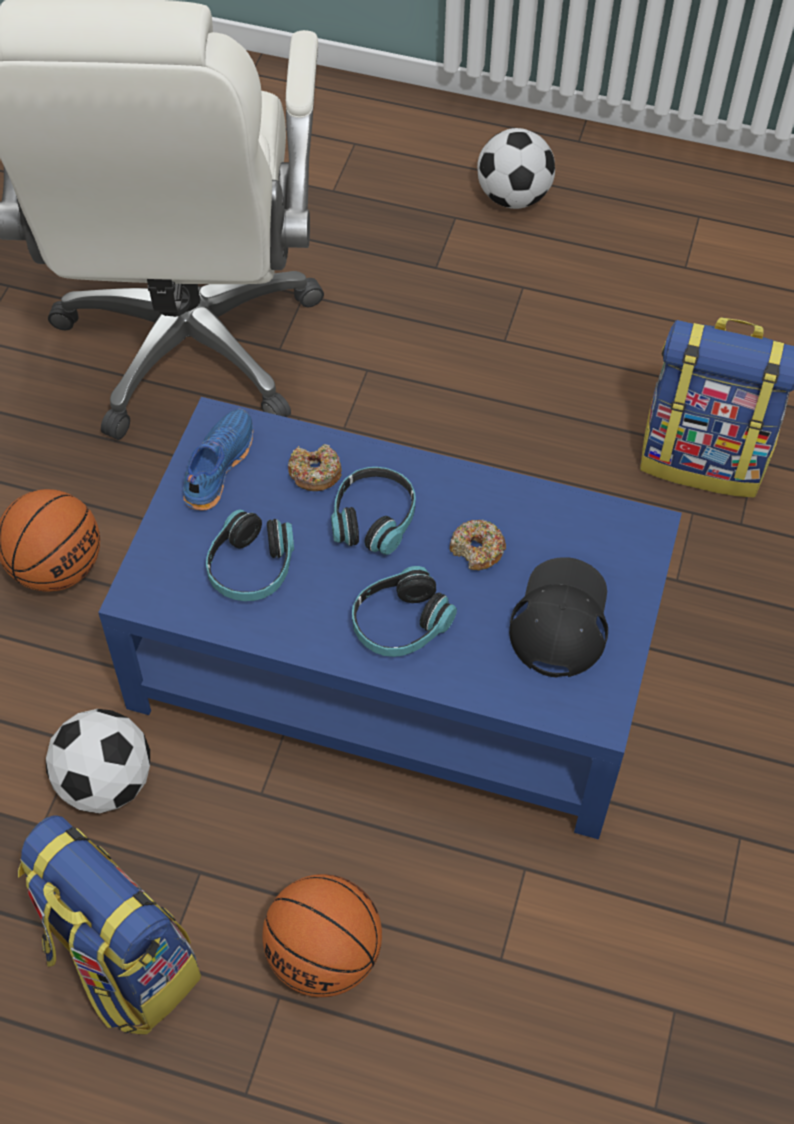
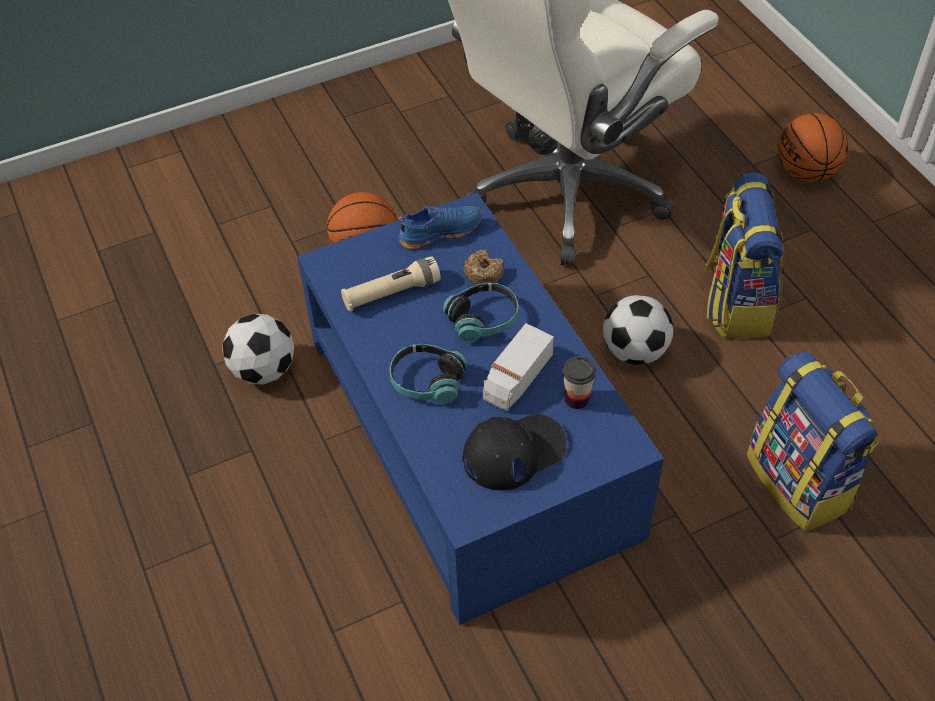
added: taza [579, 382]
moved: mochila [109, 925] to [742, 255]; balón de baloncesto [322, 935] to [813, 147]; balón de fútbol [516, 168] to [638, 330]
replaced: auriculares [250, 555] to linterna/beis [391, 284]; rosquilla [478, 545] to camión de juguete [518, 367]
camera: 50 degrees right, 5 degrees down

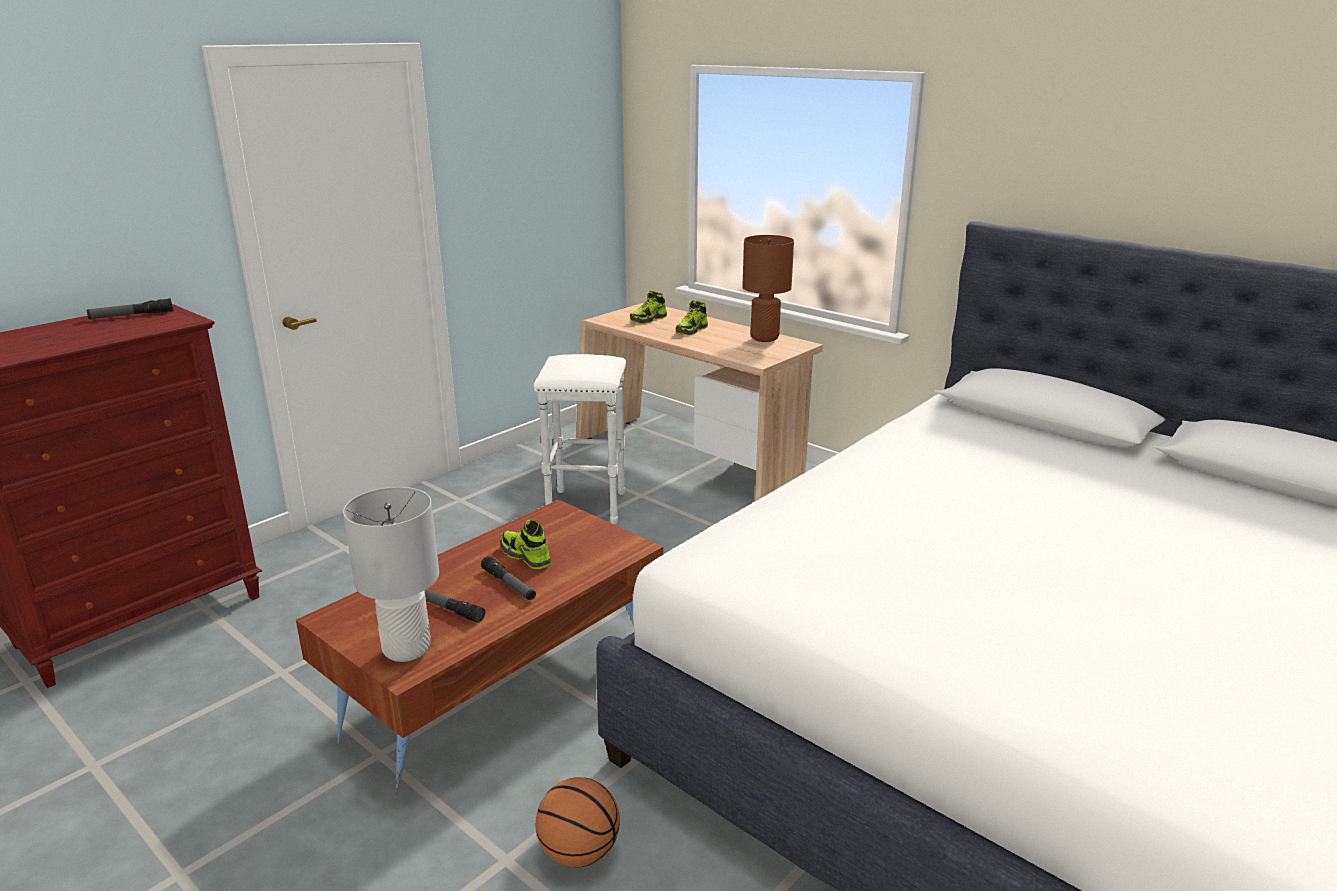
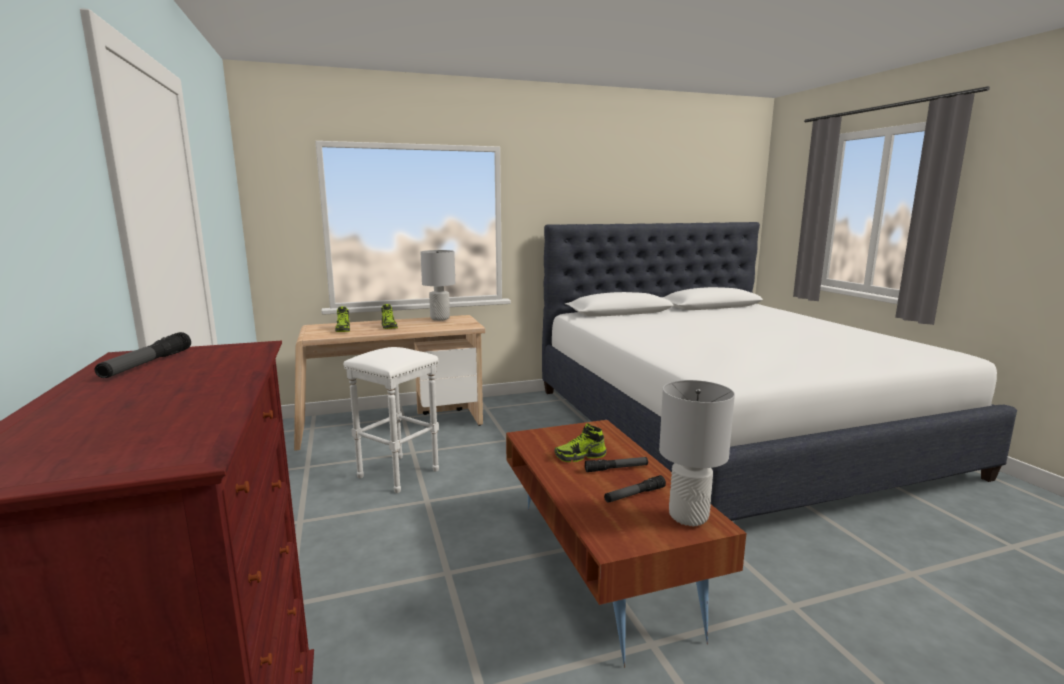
removed: balón de baloncesto [578, 822]
recoloured: lámpara de mesa/marrón [768, 288] to lámpara de mesa/gris [437, 285]
camera: 60 degrees left, 10 degrees down

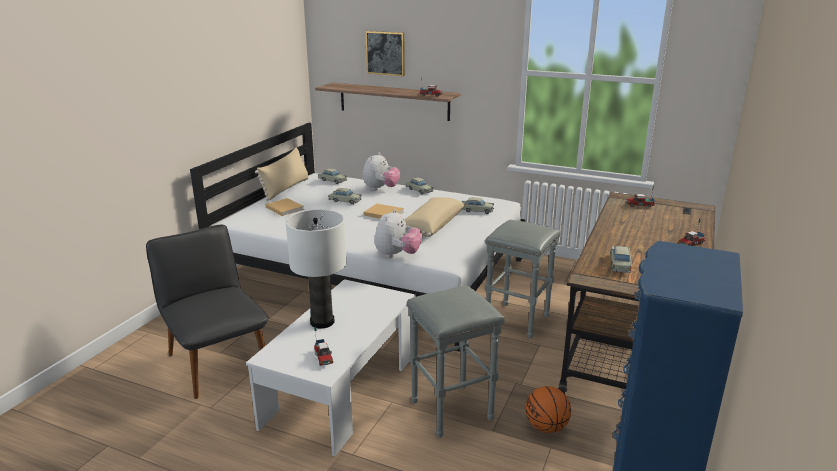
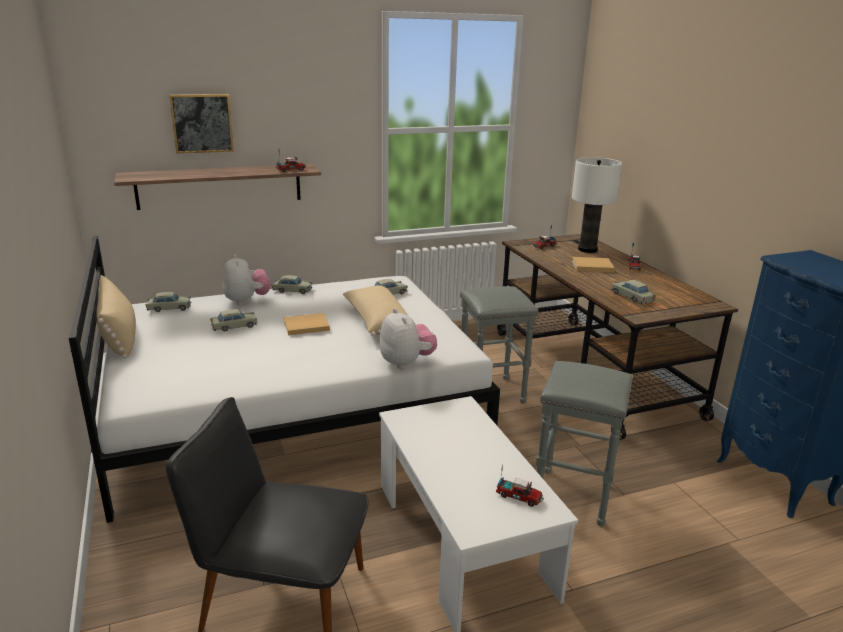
removed: balón de baloncesto [548, 409]
moved: libro/beis [284, 207] to [593, 264]; lámpara de mesa/blanco [316, 269] to [597, 205]
camera: 45 degrees left, 0 degrees up

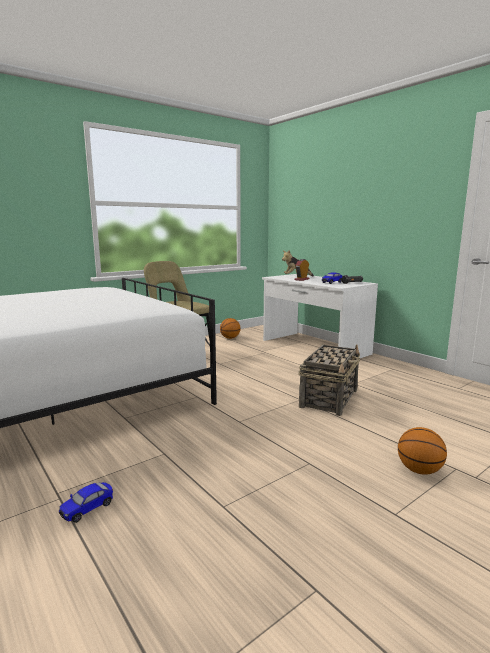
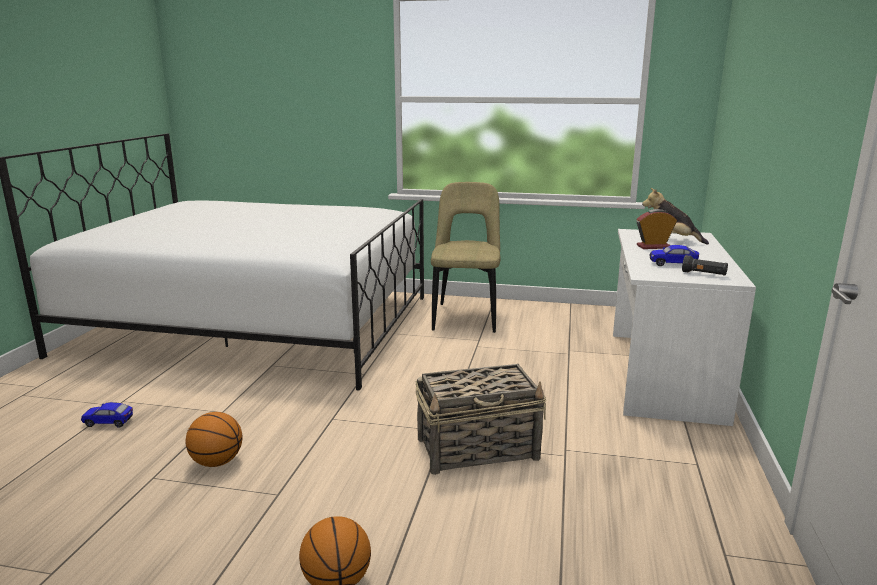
moved: balón de baloncesto [230, 328] to [214, 439]
camera: 50 degrees right, 5 degrees up

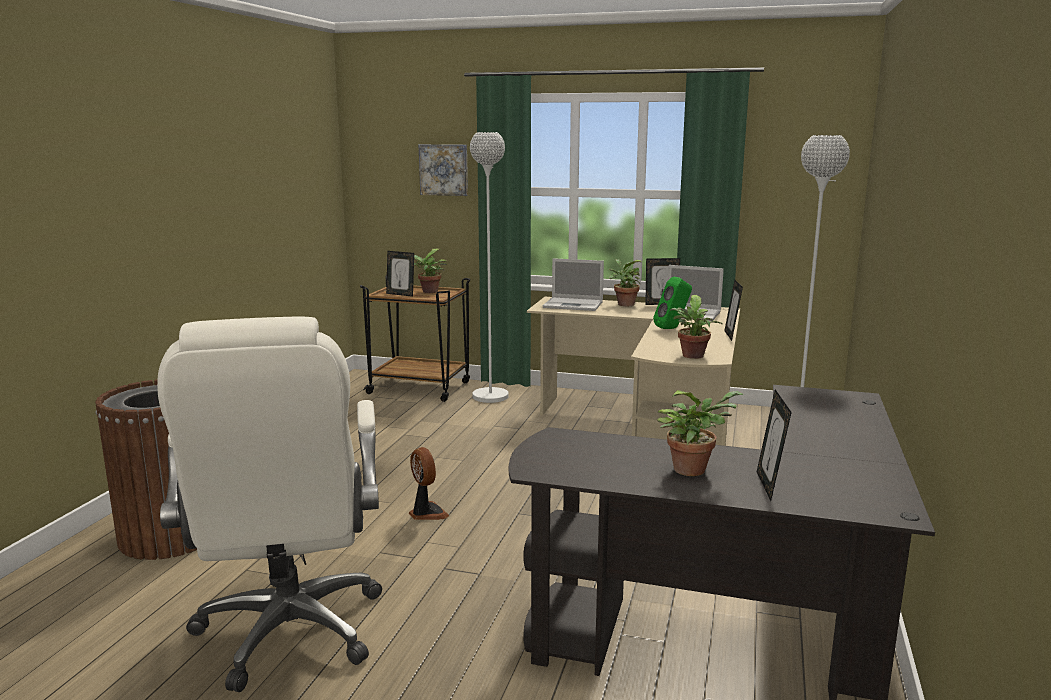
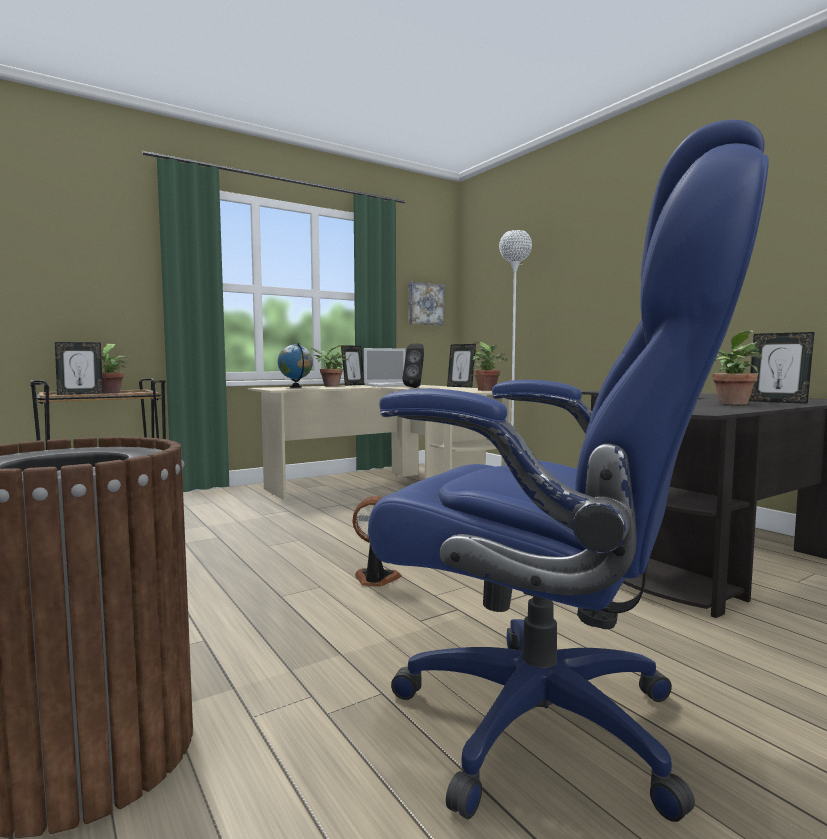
removed: lámpara de pie/blanco [489, 267]
moved: cuadro [443, 170] to [426, 304]
replaced: portátil [573, 284] to globo terráqueo [295, 365]
recoloured: silla de oficina/blanco [269, 504] to silla de oficina/azul [568, 471]; altavoz/verde [672, 303] to altavoz/negro [413, 366]
camera: 50 degrees left, 10 degrees down

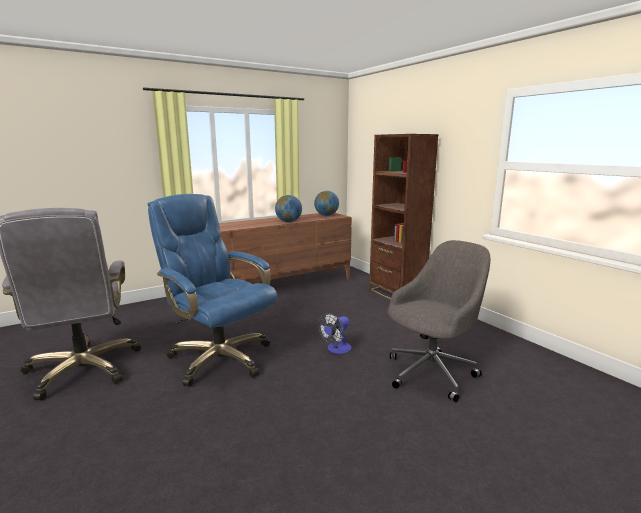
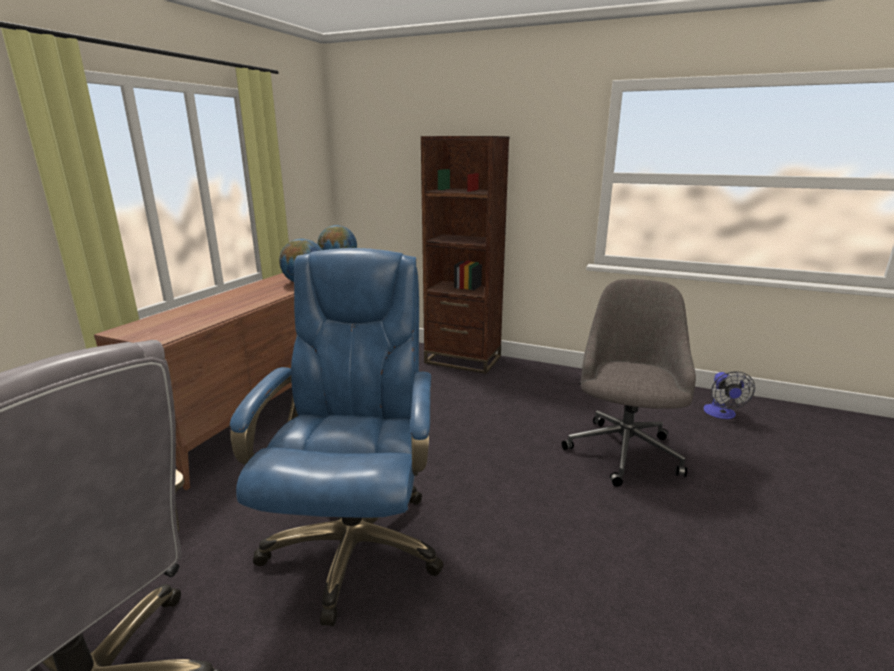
moved: ventilador [334, 333] to [729, 395]
turned: silla de oficina/azul [212, 290] = [337, 437] 90 degrees clockwise
camera: 35 degrees left, 5 degrees up

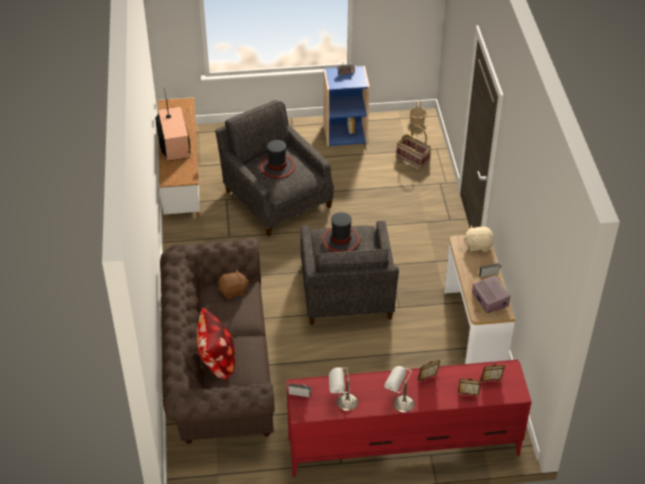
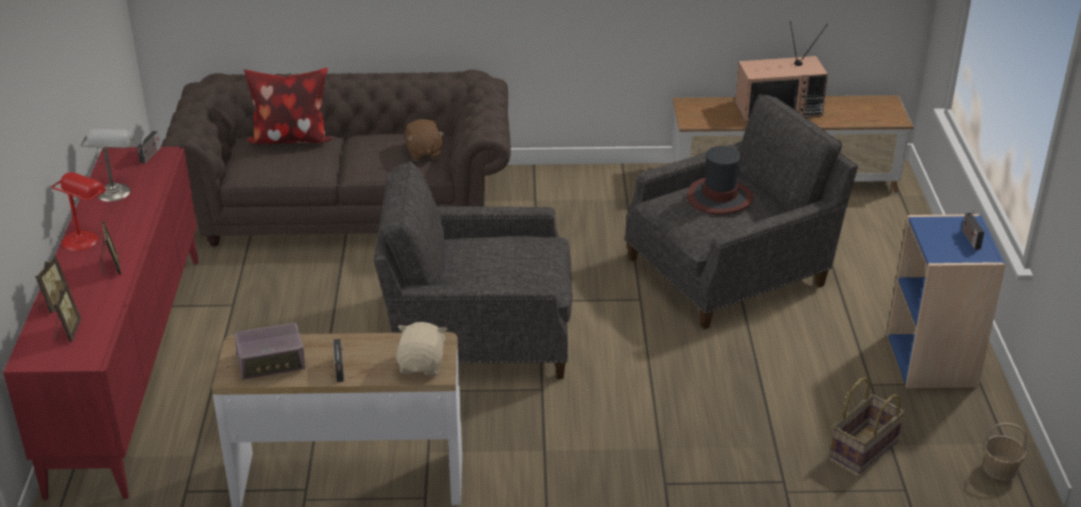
removed: sombrero [341, 232]
recoloured: lámpara de mesa/blanco [399, 389] to lámpara de mesa/rojo [78, 211]
camera: 95 degrees right, 10 degrees down

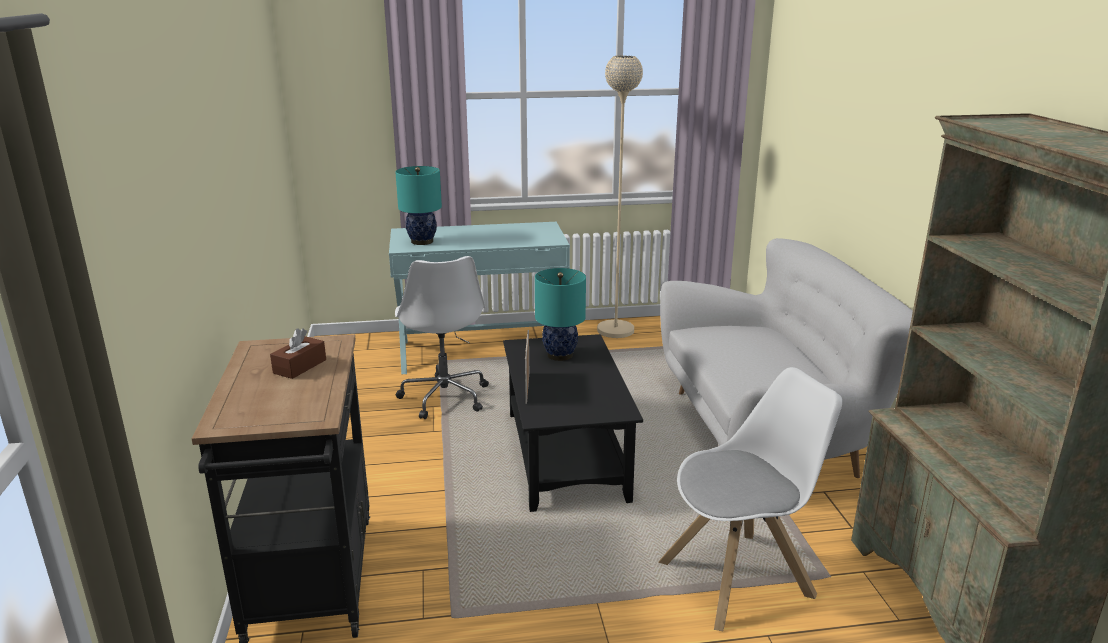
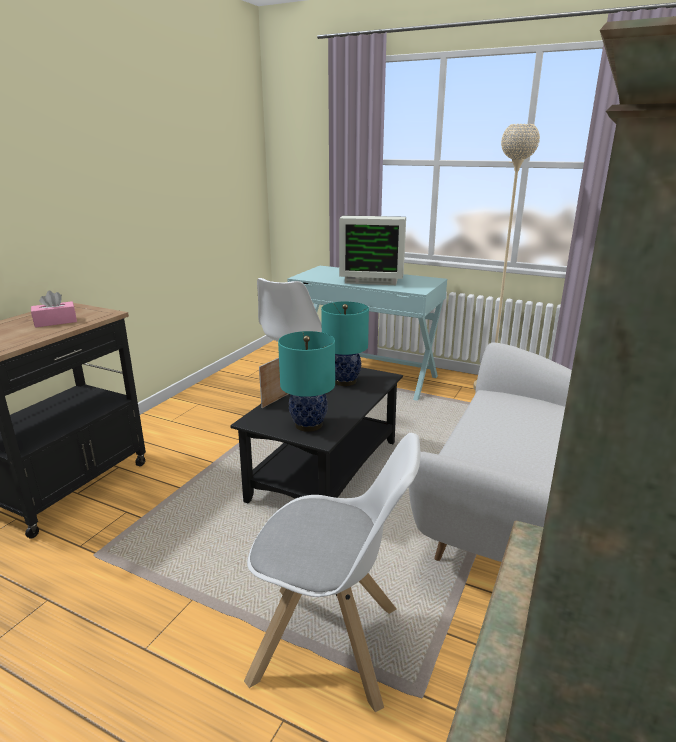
added: monitor [372, 250]
moved: lámpara de mesa/turquesa [418, 205] to [306, 381]
recoloured: caja de pañuelos/marrón [298, 353] to caja de pañuelos/rosa [54, 309]
camera: 35 degrees right, 0 degrees up

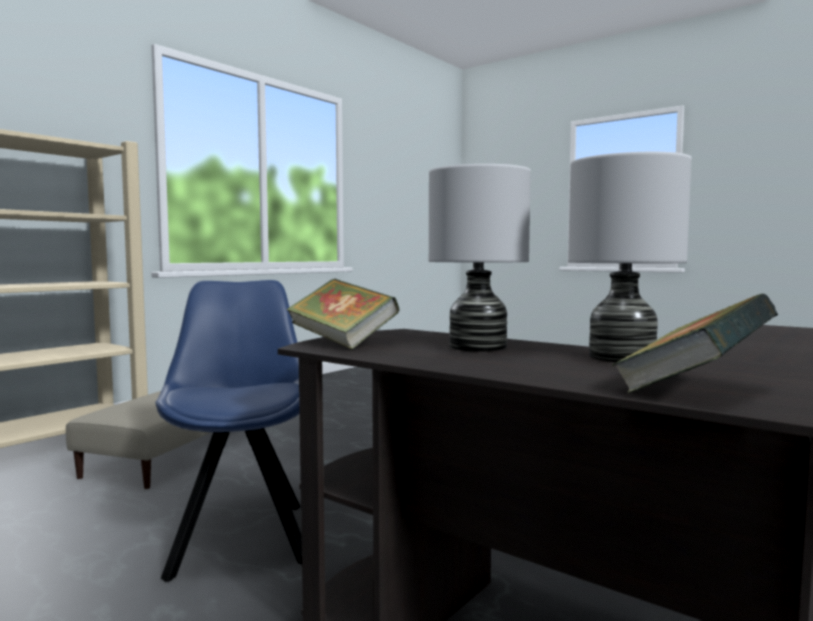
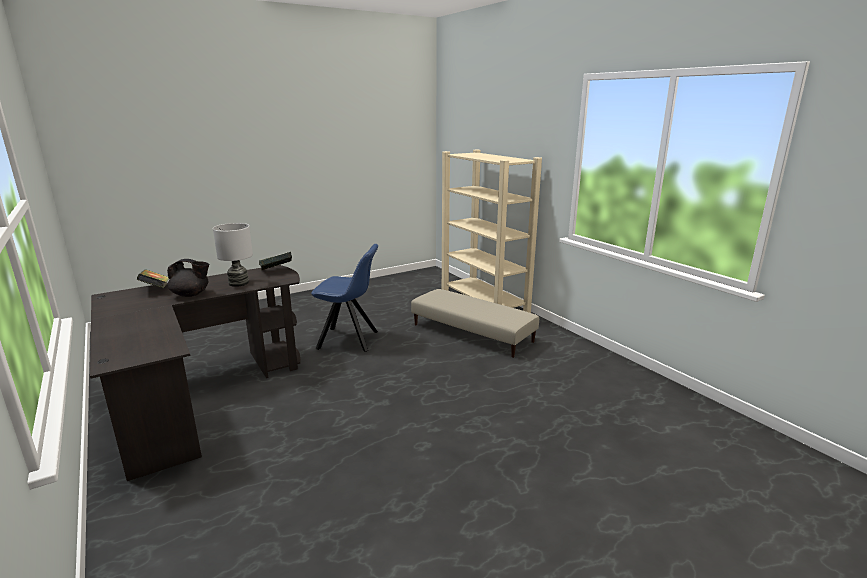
replaced: lámpara de mesa/gris [630, 257] to tetera/negro [188, 278]
camera: 110 degrees right, 15 degrees up

